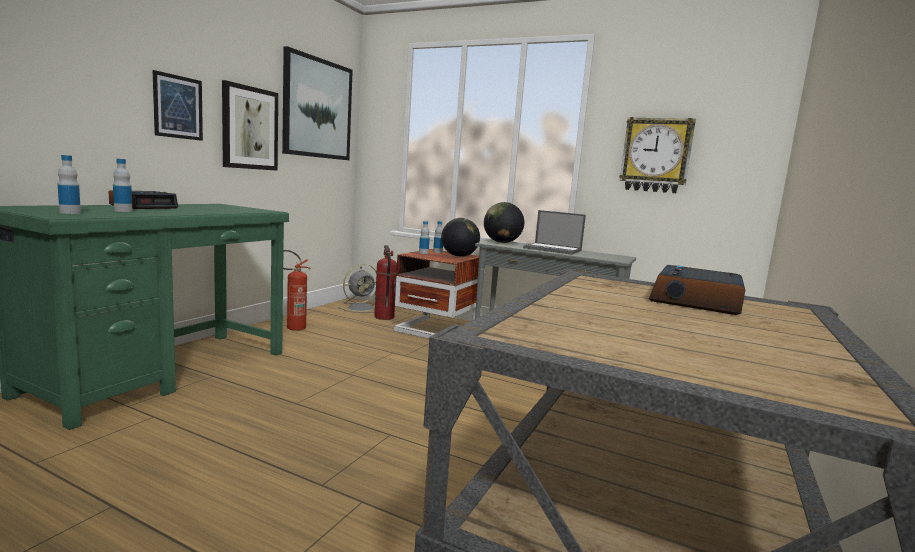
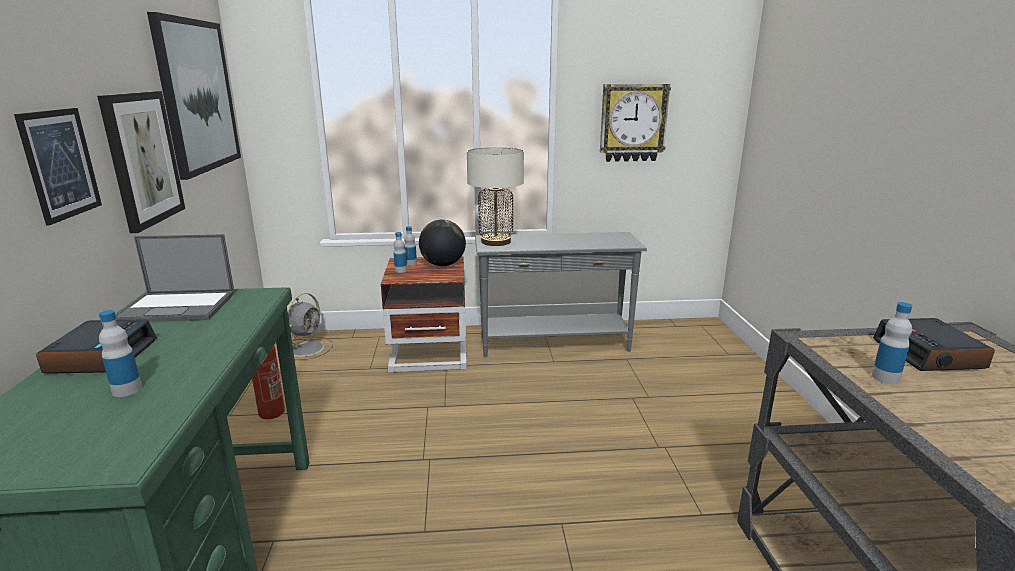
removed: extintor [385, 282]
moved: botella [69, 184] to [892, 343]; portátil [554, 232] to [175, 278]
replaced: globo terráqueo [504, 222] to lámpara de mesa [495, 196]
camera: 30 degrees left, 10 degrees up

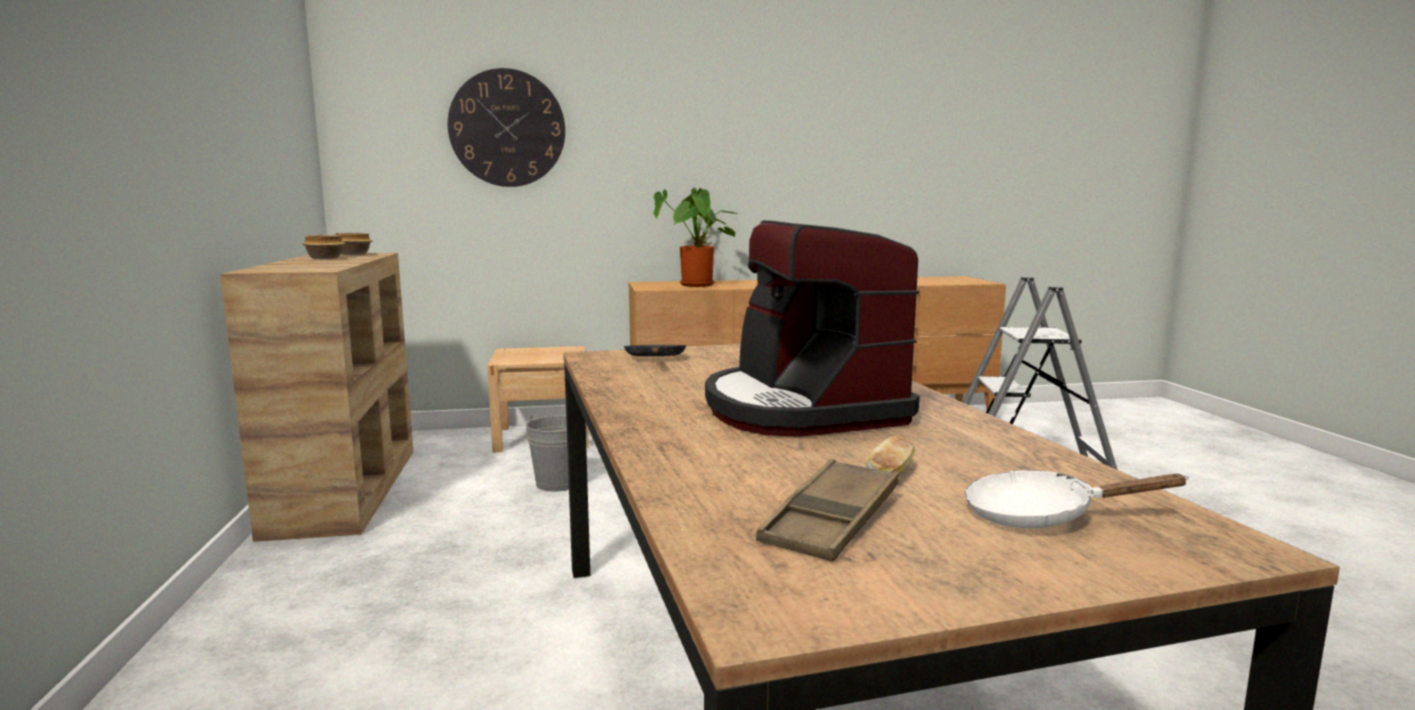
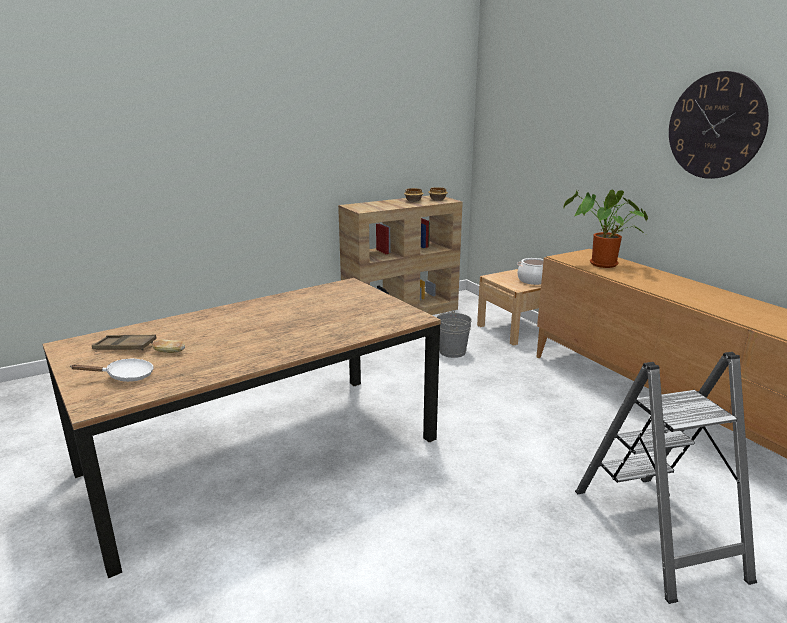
removed: sartén/negro [655, 350]; cafetera [812, 328]
added: olla [530, 271]
moved: reloj de pared [506, 127] to [719, 125]
turned: sartén/blanco [1076, 499] = [112, 370] 90 degrees clockwise
camera: 70 degrees right, 10 degrees up

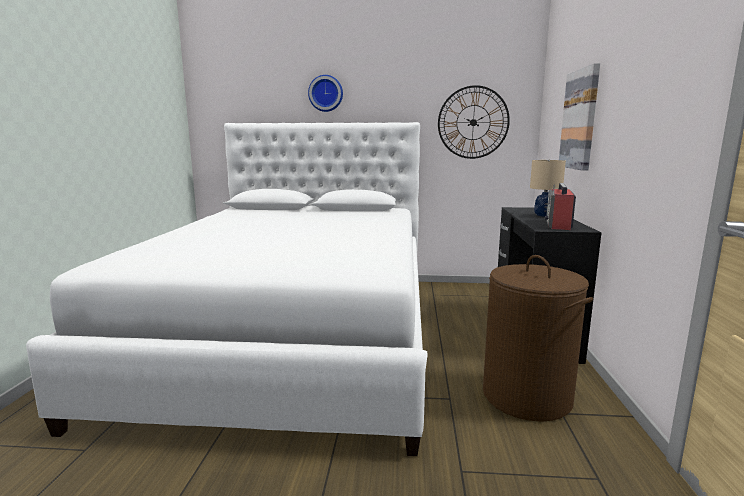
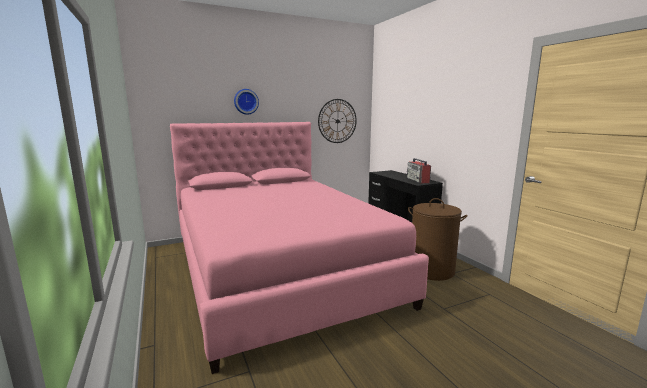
removed: lámpara de mesa/beis [548, 188]; cuadro [579, 117]
recoloured: cama/blanco [227, 289] to cama/rosa [299, 248]
camera: 30 degrees left, 0 degrees up

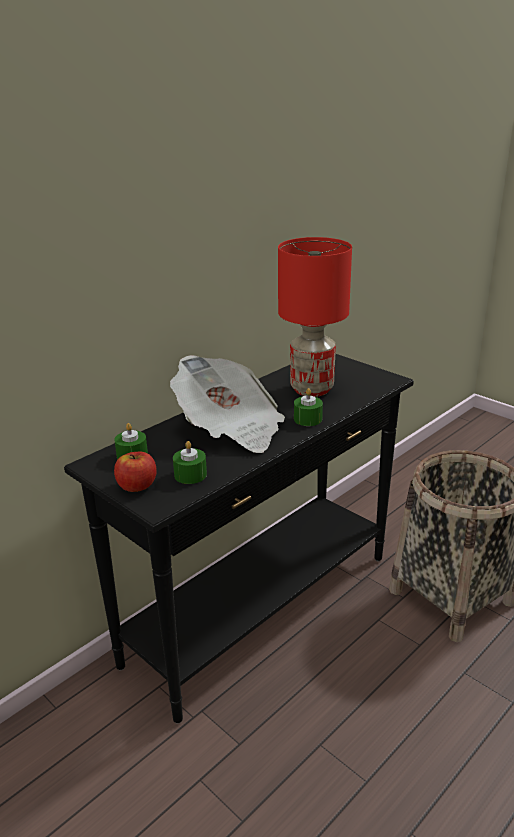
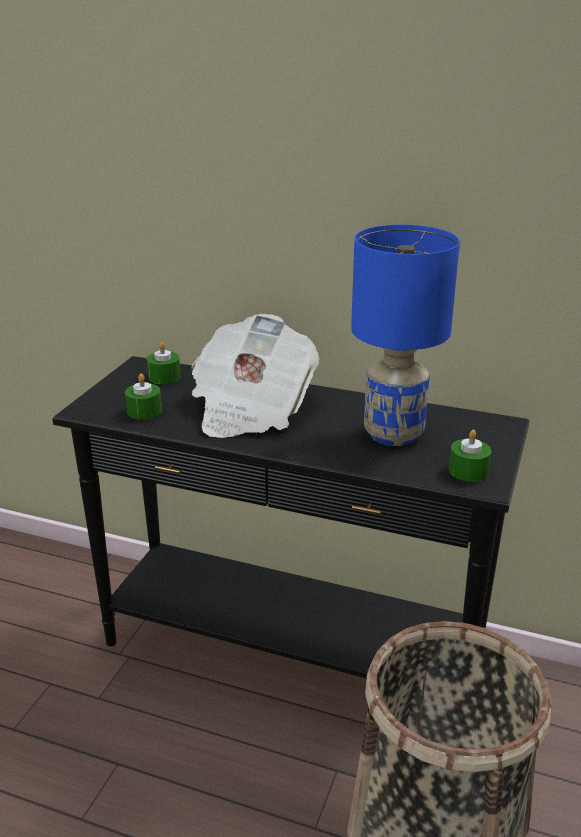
removed: manzana [135, 472]
moved: vela/verde [308, 407] to [470, 456]
recoloured: lámpara de mesa/rojo [315, 317] to lámpara de mesa/azul [405, 335]
camera: 65 degrees right, 0 degrees up

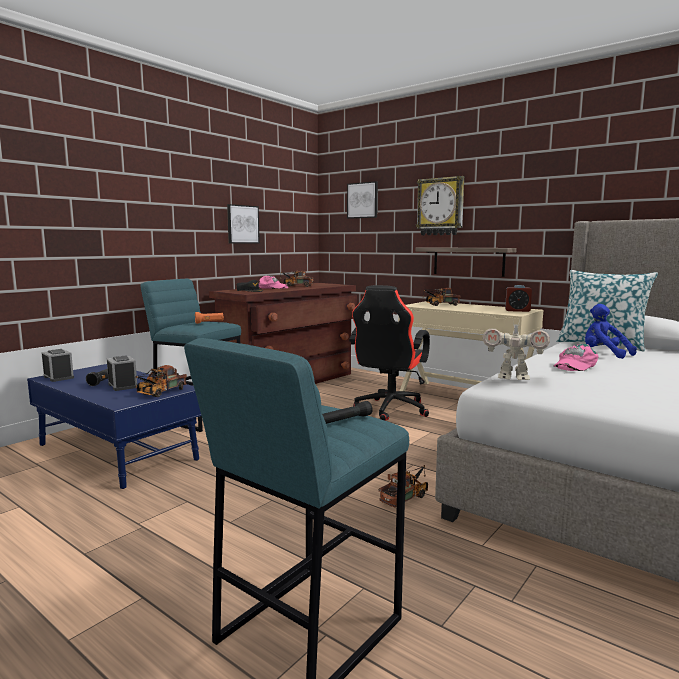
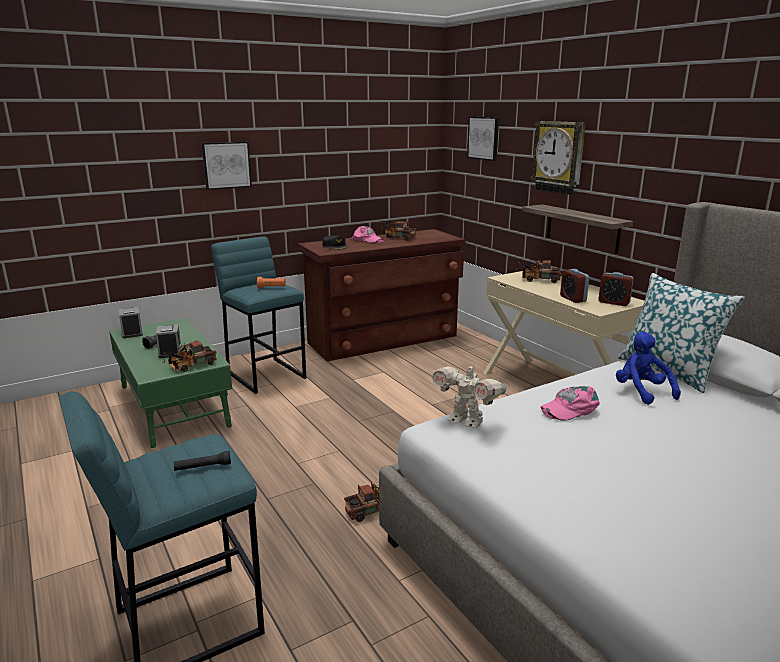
removed: silla de oficina/negro [389, 353]
added: despertador [574, 286]
moved: cuadro [243, 224] to [227, 165]
recoloured: mesa de centro/azul [114, 426] to mesa de centro/verde [170, 383]
camera: 20 degrees right, 10 degrees up

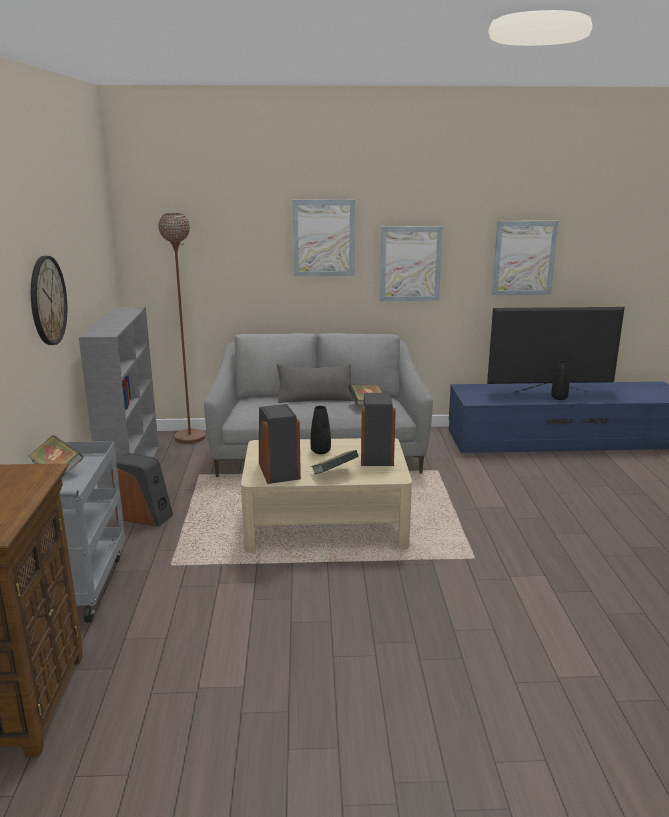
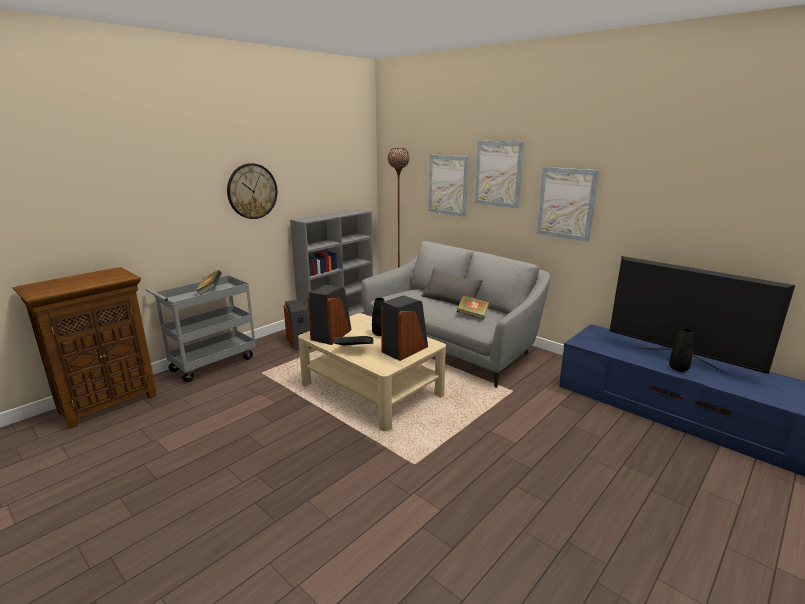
moved: cuadro [525, 258] to [449, 186]
camera: 45 degrees right, 0 degrees up

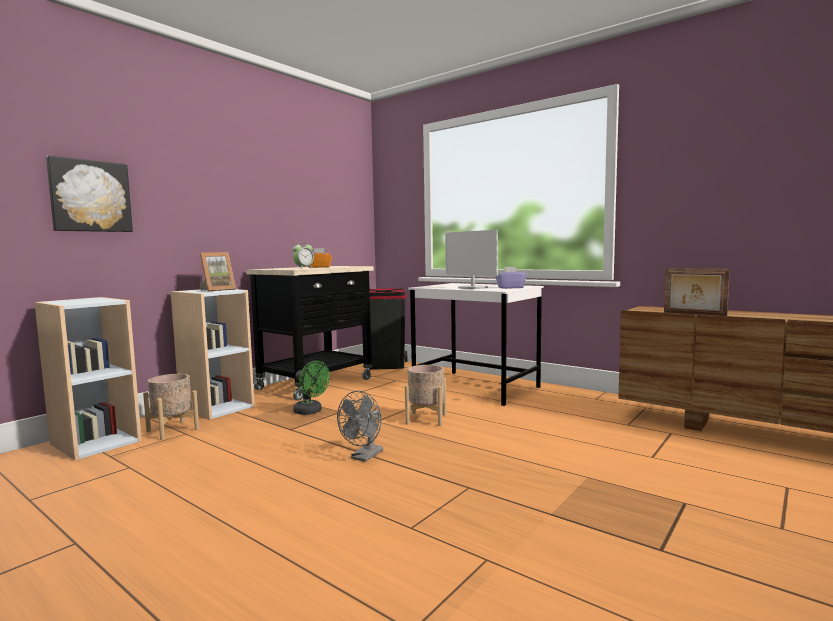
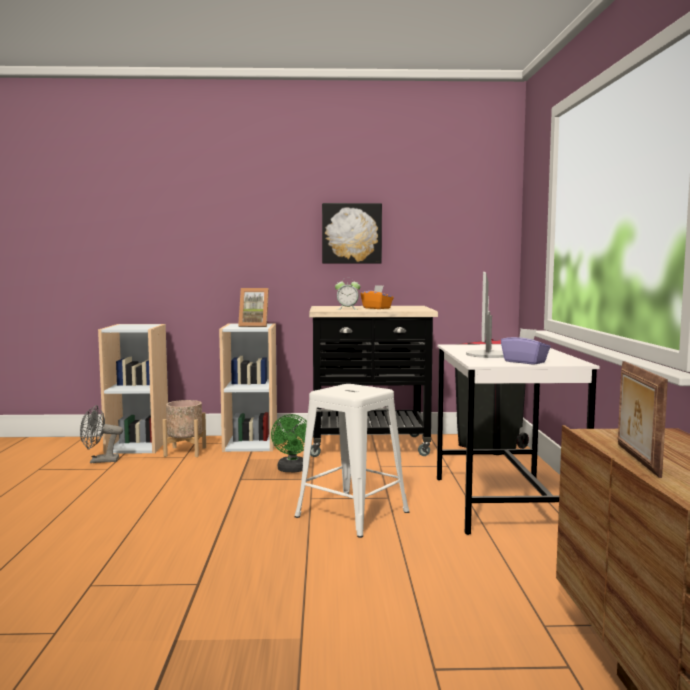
moved: cuadro [89, 194] to [352, 233]; ventilador/gris [360, 426] to [101, 434]
replaced: maceta/beis [425, 395] to taburete/blanco [352, 461]
camera: 50 degrees right, 0 degrees up

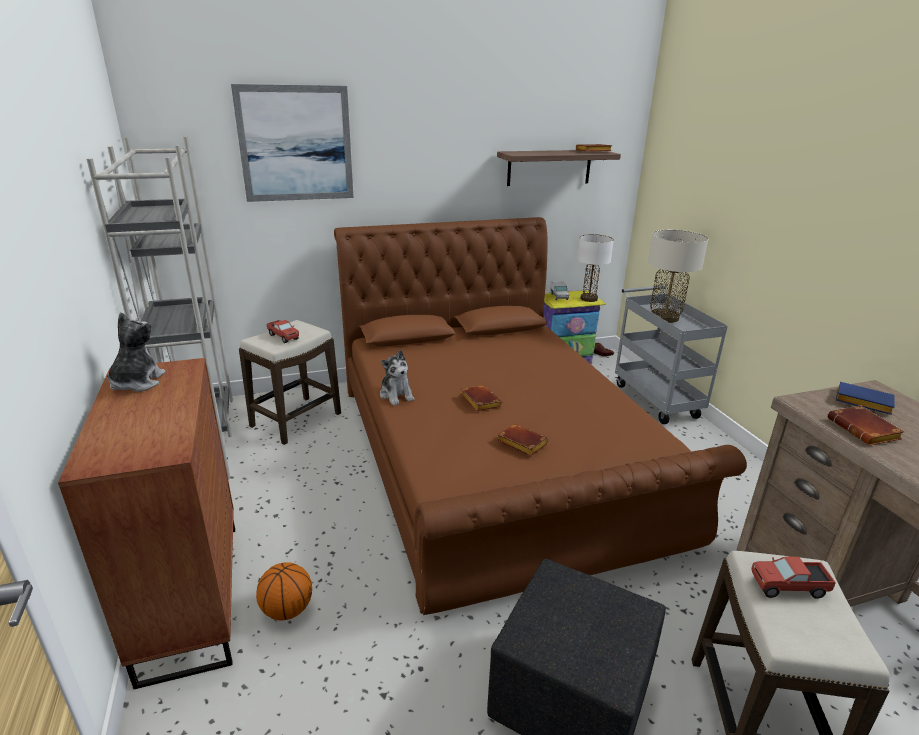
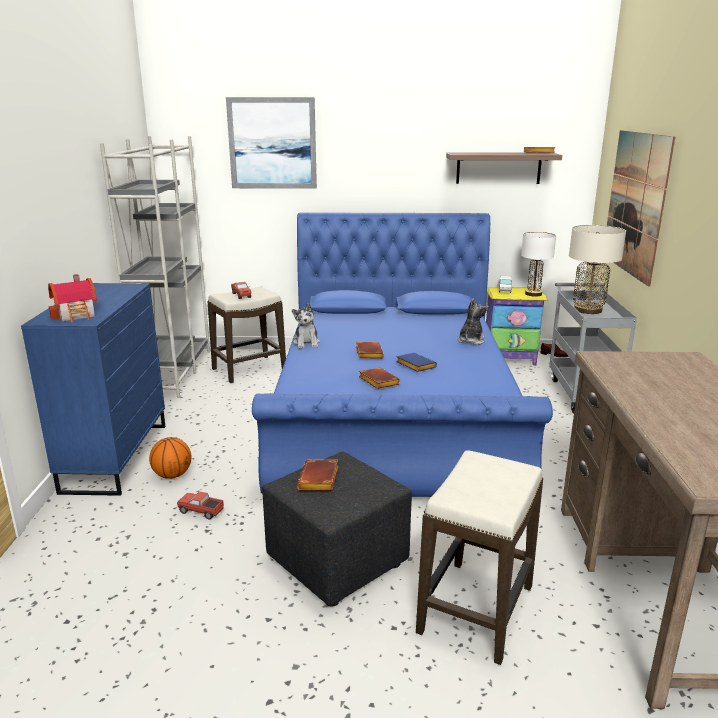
added: casita [72, 298]; cuadro [641, 208]
moved: peluche [136, 352] to [473, 321]; camión de juguete [793, 578] to [200, 506]; libro/marrón [866, 425] to [317, 475]; libro/azul [865, 398] to [416, 362]
recoloured: cómoda/marrón [146, 523] to cómoda/azul [93, 389]; cama/marrón [540, 416] to cama/azul [402, 354]
camera: 20 degrees right, 5 degrees down

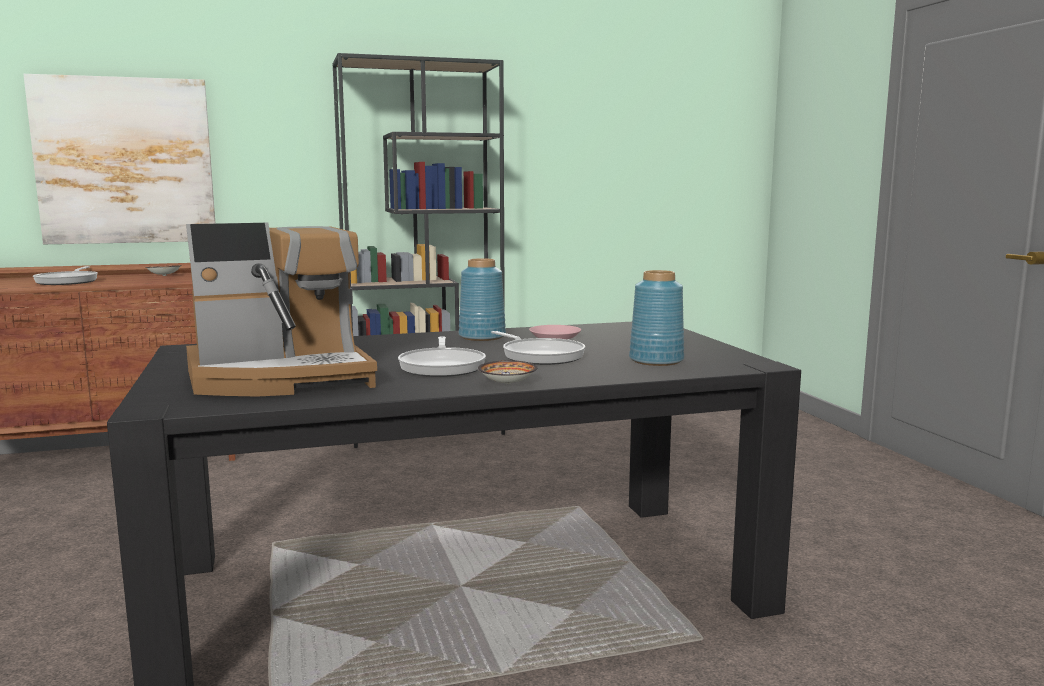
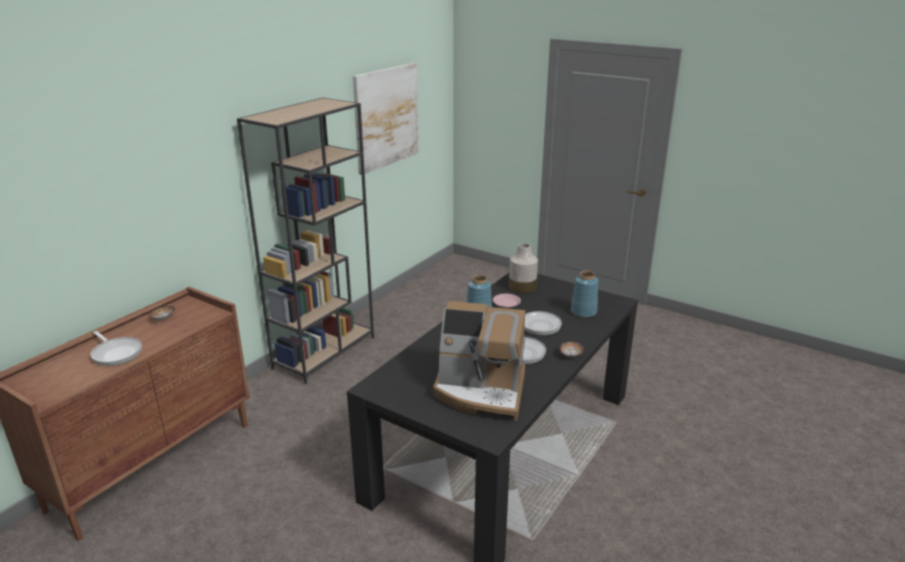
added: florero/beis [523, 268]
moved: cuadro [119, 159] to [385, 119]
turned: cafetera [281, 310] = [479, 361] 75 degrees clockwise
camera: 40 degrees left, 15 degrees up

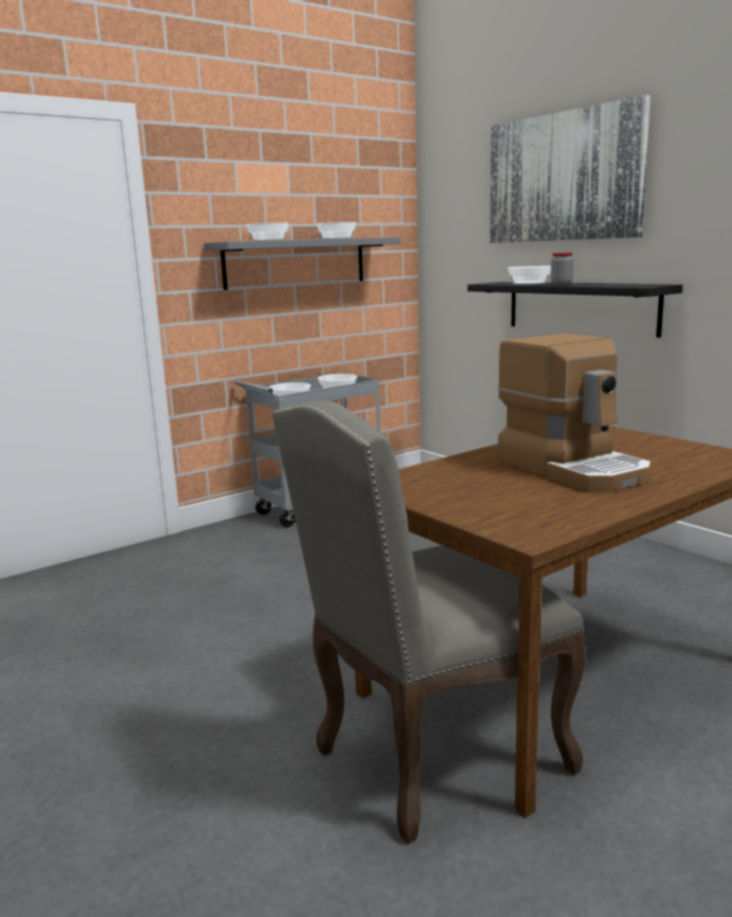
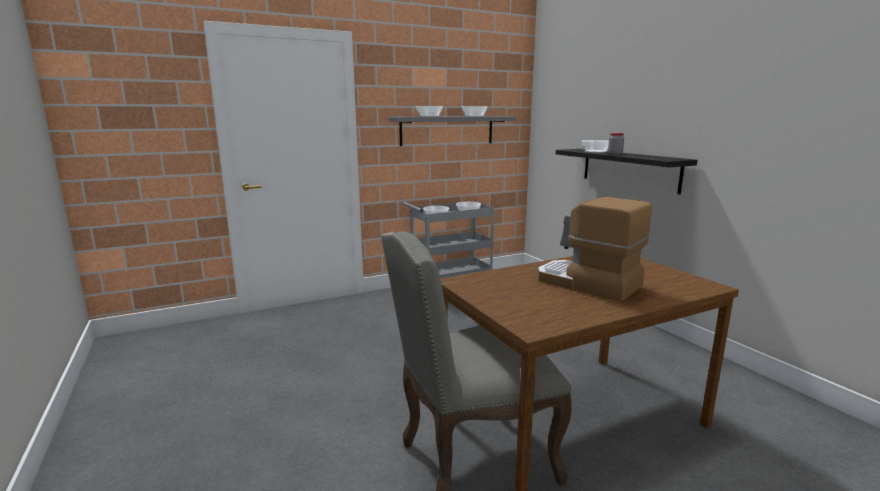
removed: cuadro [570, 169]
turned: cafetera [574, 413] = [594, 249] 150 degrees clockwise
camera: 10 degrees right, 0 degrees up

